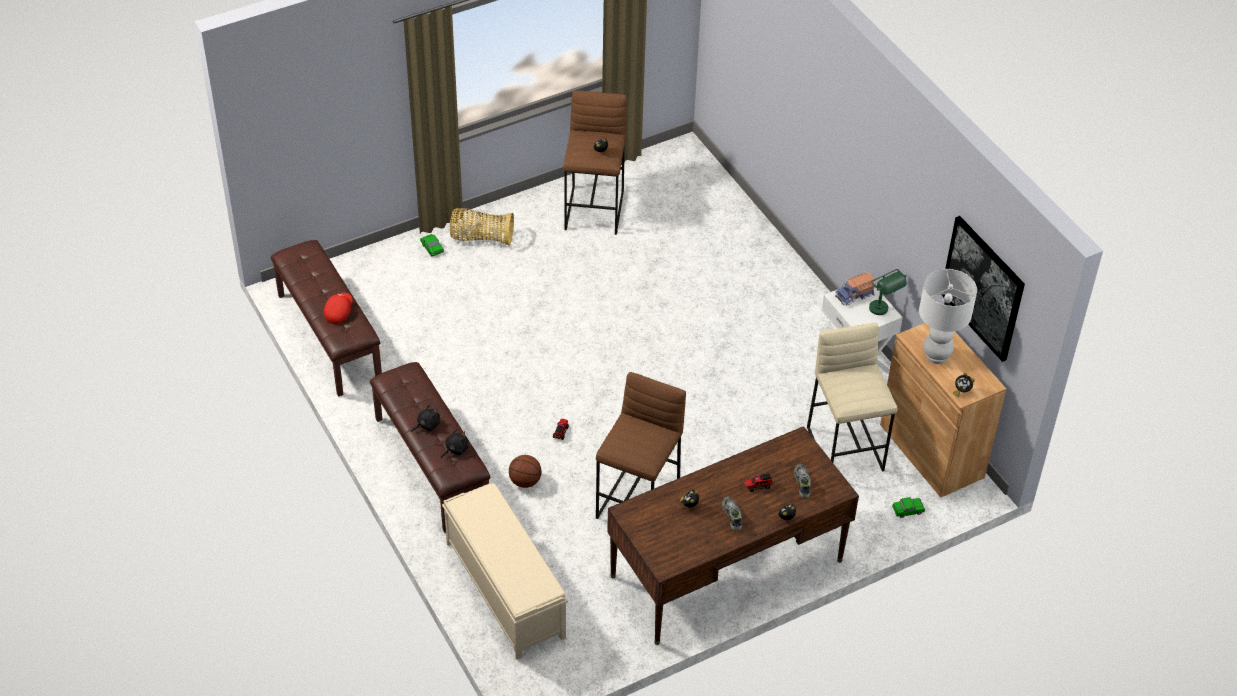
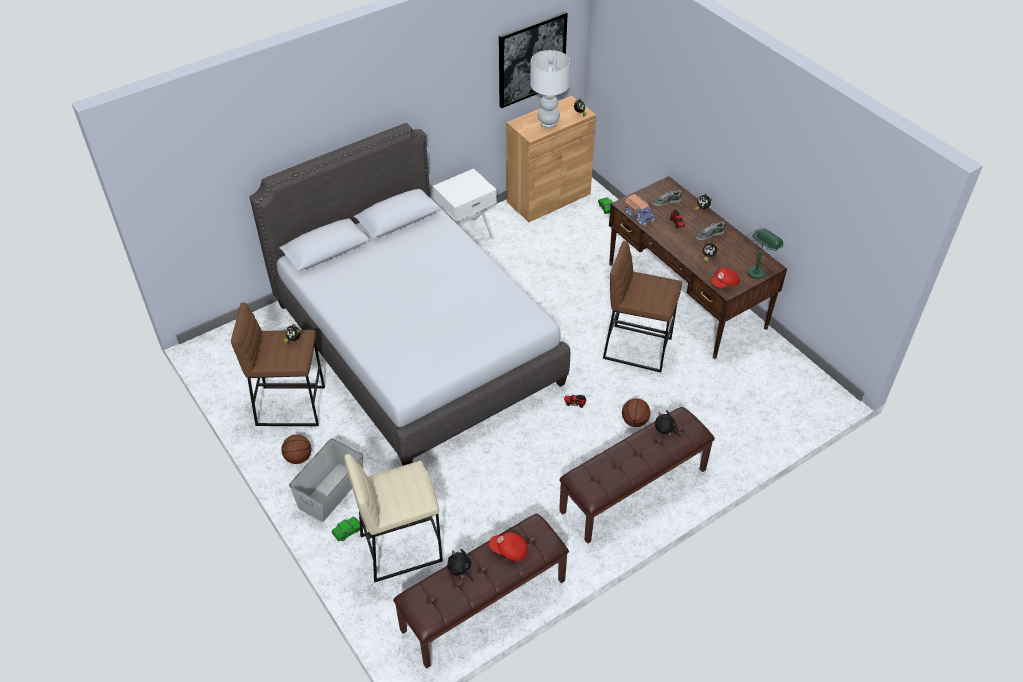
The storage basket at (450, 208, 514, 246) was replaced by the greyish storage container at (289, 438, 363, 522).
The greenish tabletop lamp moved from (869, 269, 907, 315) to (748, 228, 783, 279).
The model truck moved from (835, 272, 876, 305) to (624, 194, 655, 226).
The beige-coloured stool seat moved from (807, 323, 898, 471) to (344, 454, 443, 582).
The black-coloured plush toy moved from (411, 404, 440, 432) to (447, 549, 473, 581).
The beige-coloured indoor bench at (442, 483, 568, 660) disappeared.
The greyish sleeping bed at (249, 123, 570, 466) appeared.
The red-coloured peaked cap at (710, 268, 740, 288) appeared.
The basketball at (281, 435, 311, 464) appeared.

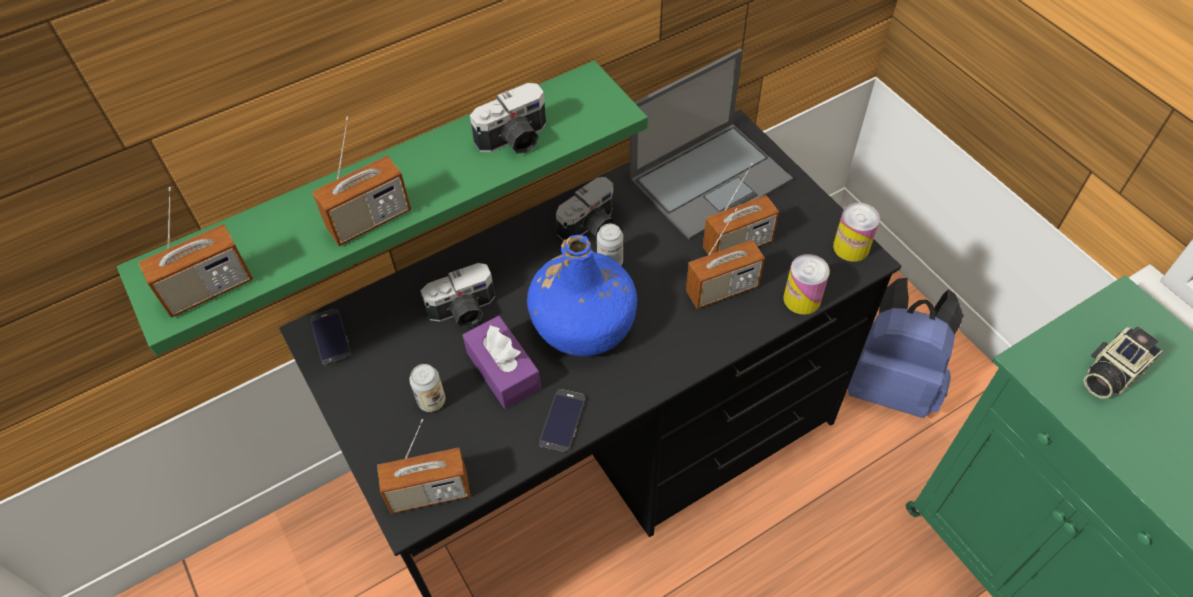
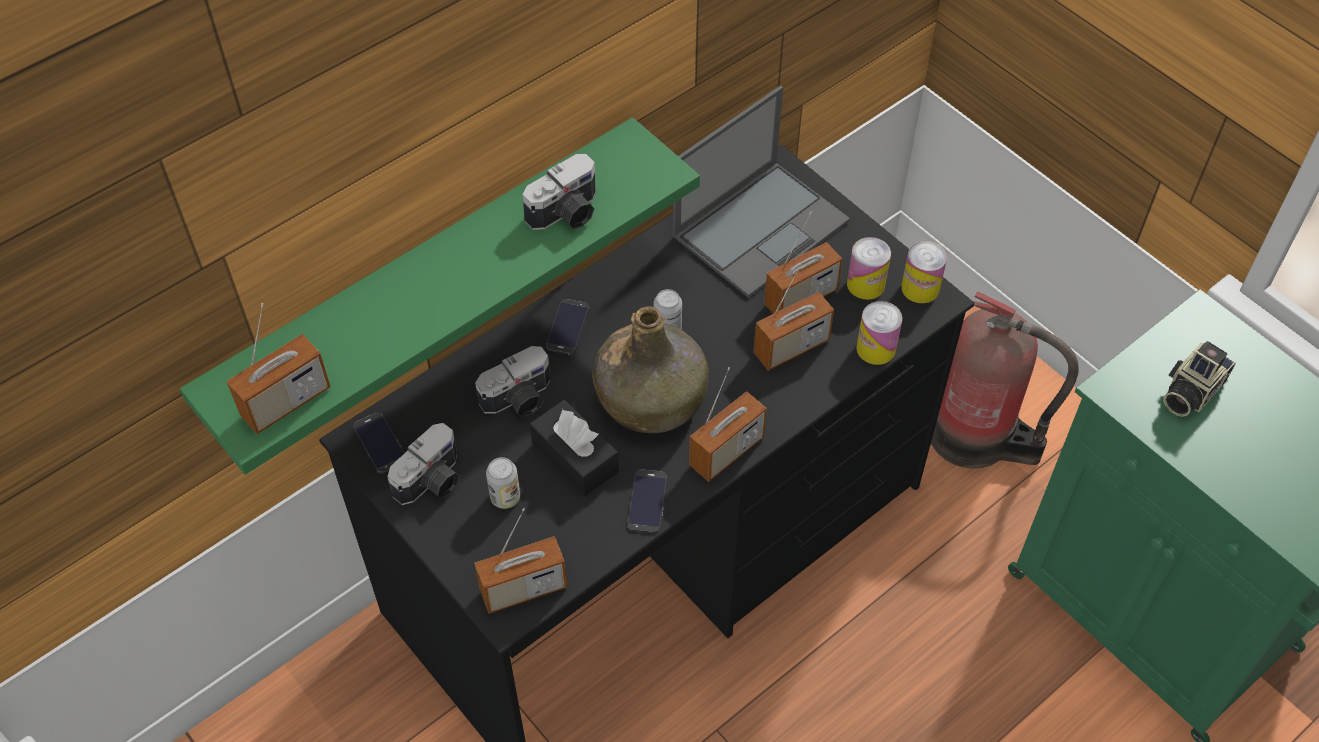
The radio receiver moved from (312, 117, 411, 246) to (689, 367, 767, 482).
The still camera moved from (556, 177, 615, 241) to (388, 423, 460, 505).
The blue bottle at (527, 235, 637, 356) became the greenish bottle at (592, 306, 709, 433).
The blue backpack at (848, 278, 964, 418) was replaced by the extinguisher at (931, 291, 1079, 469).
The purple-coloured box of tissues at (462, 316, 541, 409) became the black-coloured box of tissues at (530, 400, 619, 496).
The can at (847, 237, 891, 300) appeared.
The telephone at (546, 299, 589, 355) appeared.

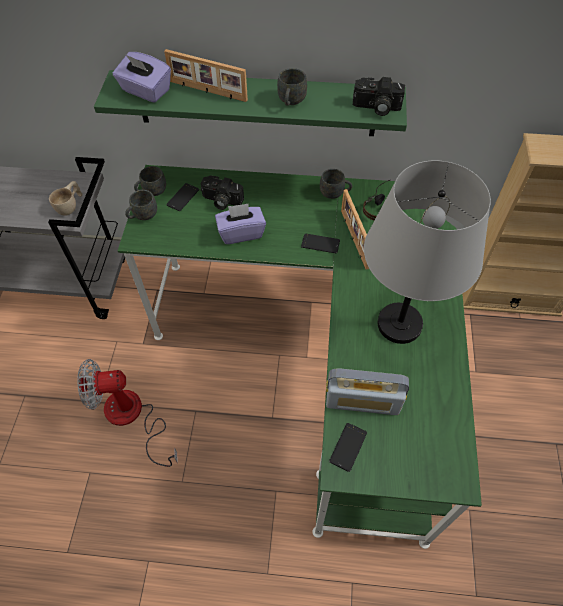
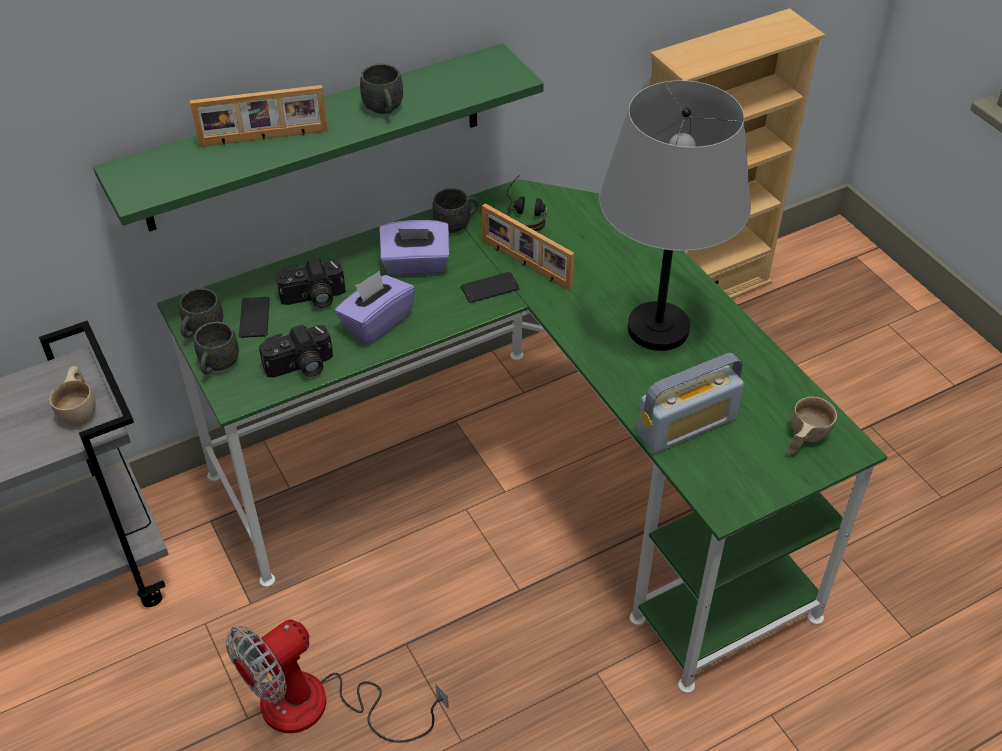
The purple-coloured box of tissues moved from (113, 52, 171, 103) to (379, 220, 450, 276).
The still camera moved from (353, 77, 405, 116) to (259, 325, 333, 377).
The telephone at (329, 423, 367, 472) disappeared.
The beige-coloured cup at (787, 397, 837, 455) appeared.

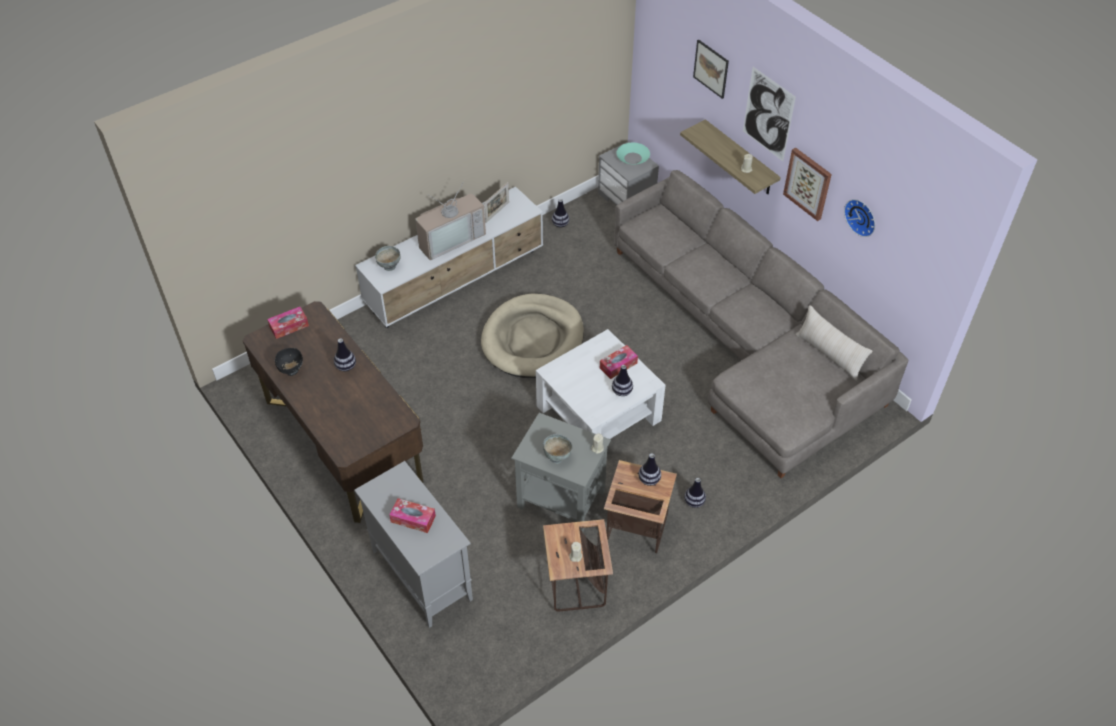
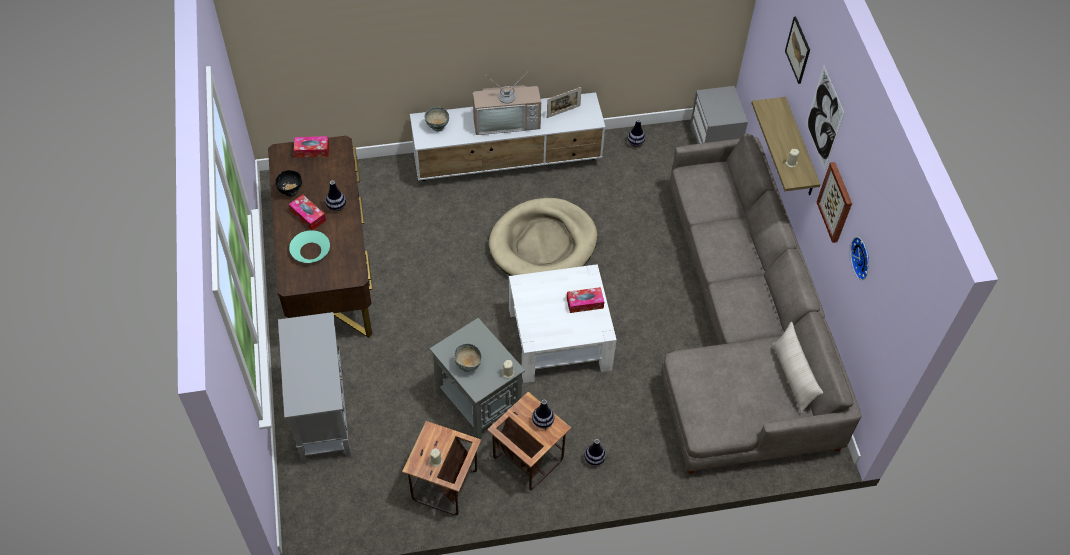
The turquoise bowl moved from (617, 143, 650, 164) to (289, 230, 330, 263).
The flower vase at (612, 365, 633, 396) disappeared.
The box of tissues moved from (389, 498, 436, 533) to (289, 195, 326, 230).

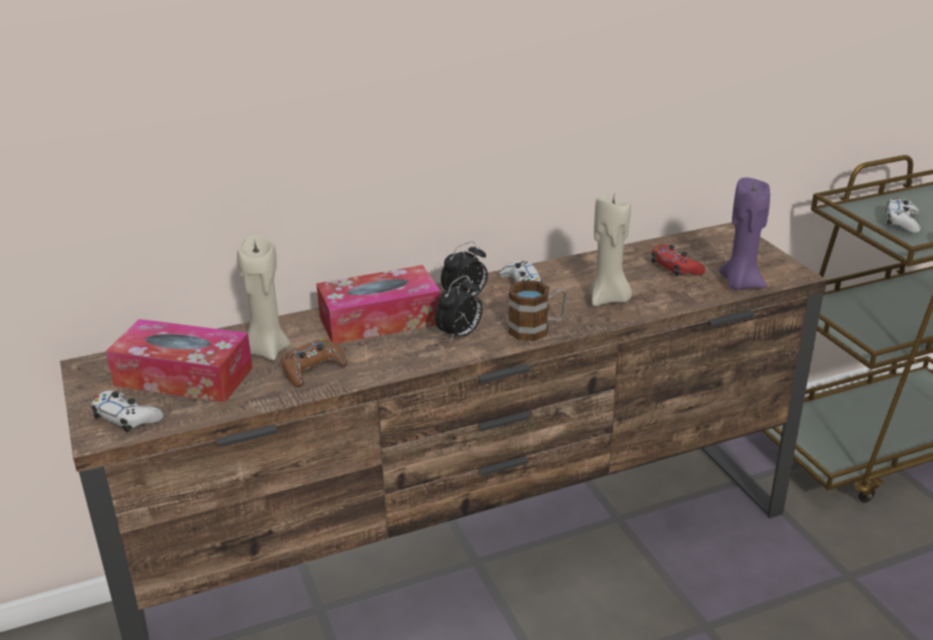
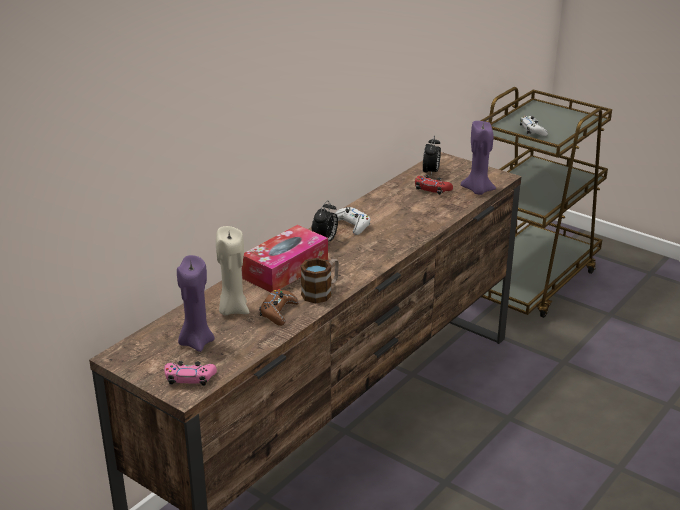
The beige-coloured wax candle at (589, 194, 632, 306) disappeared.
The table clock moved from (435, 275, 483, 342) to (423, 136, 441, 175).
The mug moved from (508, 280, 568, 341) to (300, 258, 339, 304).
The box of tissues at (106, 319, 253, 402) was replaced by the purple-coloured wax candle at (177, 255, 215, 352).
The white joypad at (91, 391, 164, 432) became the pink joypad at (164, 361, 217, 386).

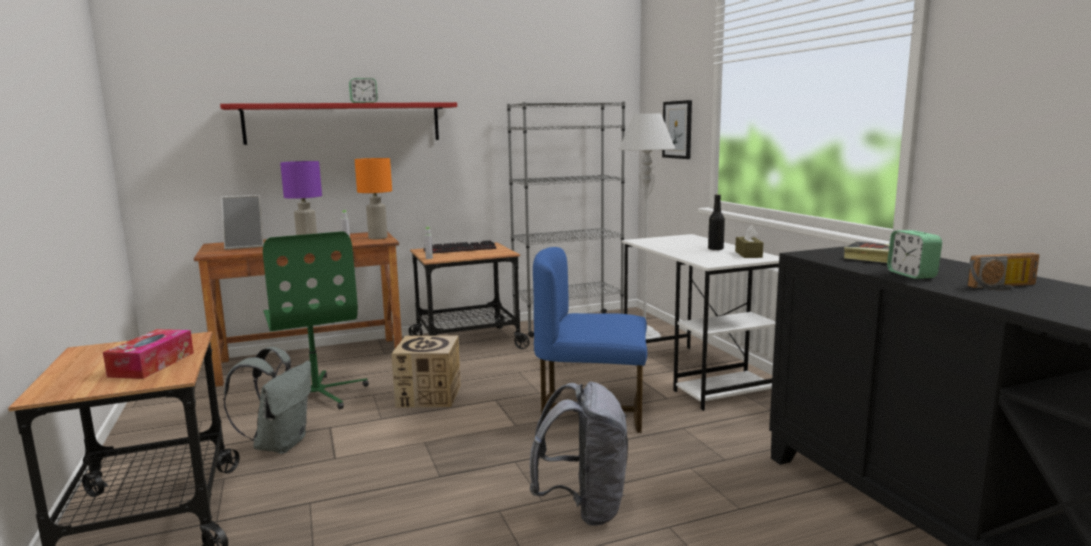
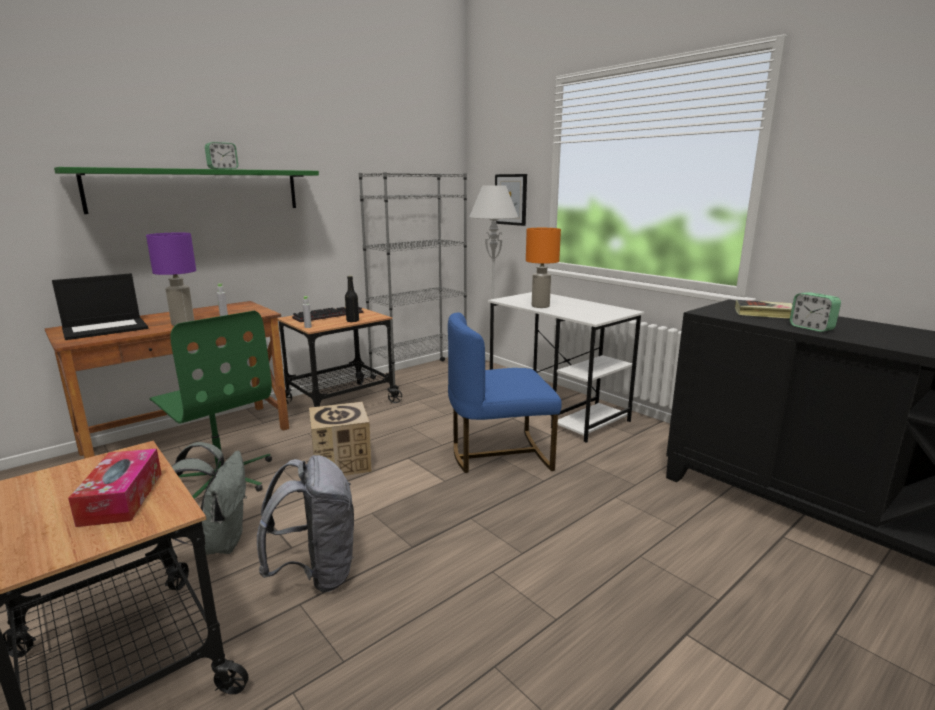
The red-coloured bracket shelf at (220, 102, 457, 145) became the greenish bracket shelf at (54, 167, 319, 214).
The orangey tabletop lamp moved from (355, 158, 392, 239) to (526, 228, 561, 308).
The black-coloured bottle moved from (708, 194, 725, 250) to (345, 276, 359, 322).
The picture frame at (221, 195, 264, 250) was replaced by the laptop at (52, 273, 148, 340).
The brown-coloured box of tissues at (735, 225, 763, 258) disappeared.
The radio receiver at (967, 253, 1040, 290) disappeared.
The greyish backpack moved from (529, 382, 628, 526) to (257, 455, 355, 592).

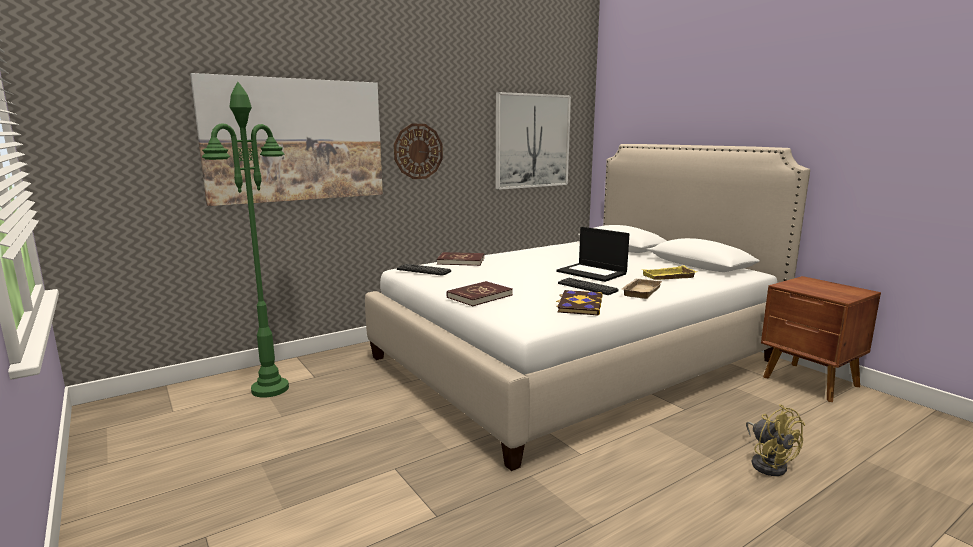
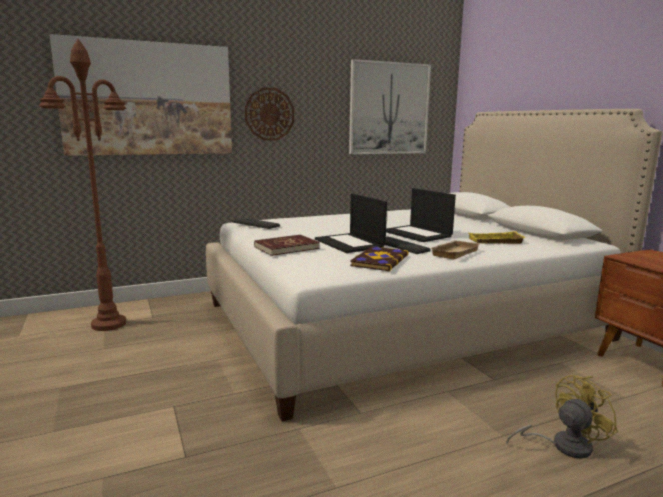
The greenish standard lamp at (202, 82, 289, 398) became the brown-coloured standard lamp at (39, 39, 126, 331).
The red-coloured volume at (437, 252, 484, 266) disappeared.
The yellow electric fan at (746, 404, 805, 476) turned 105 degrees counterclockwise.
The laptop at (315, 193, 387, 253) appeared.

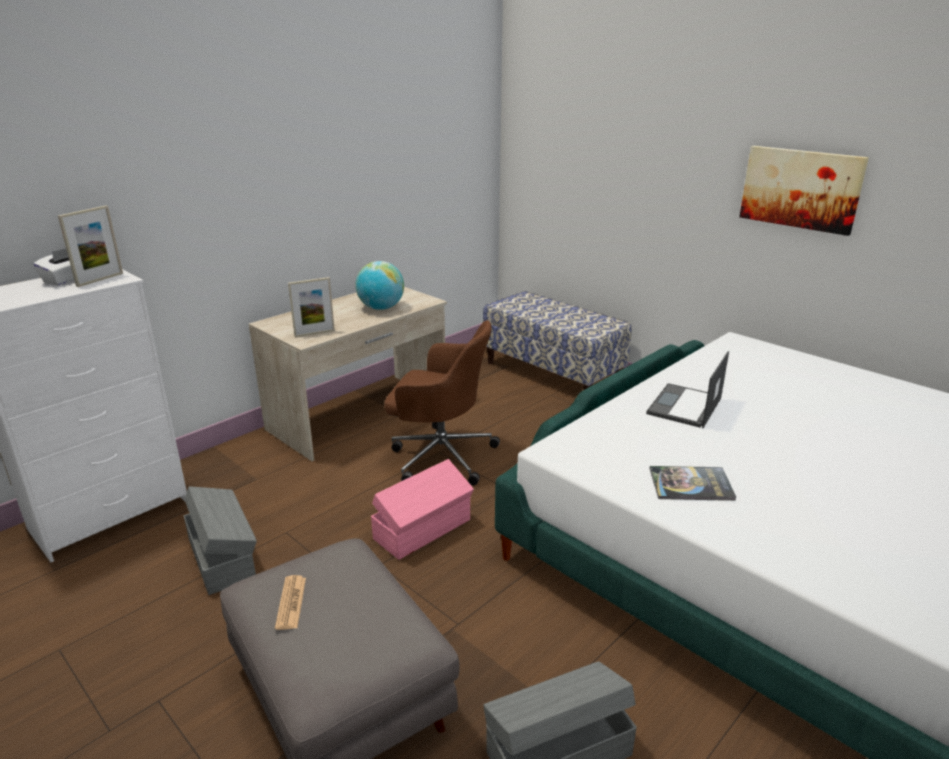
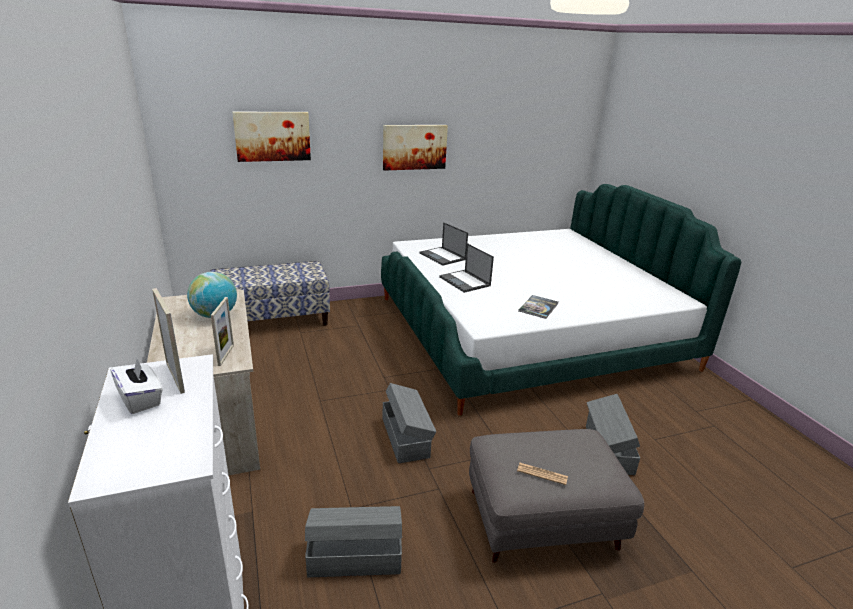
The brown-coloured desk chair at (385, 320, 500, 485) disappeared.
The pink storage container at (371, 459, 474, 560) became the greyish storage container at (383, 383, 436, 463).
The wall art at (232, 112, 311, 162) appeared.
The laptop at (420, 222, 468, 265) appeared.

